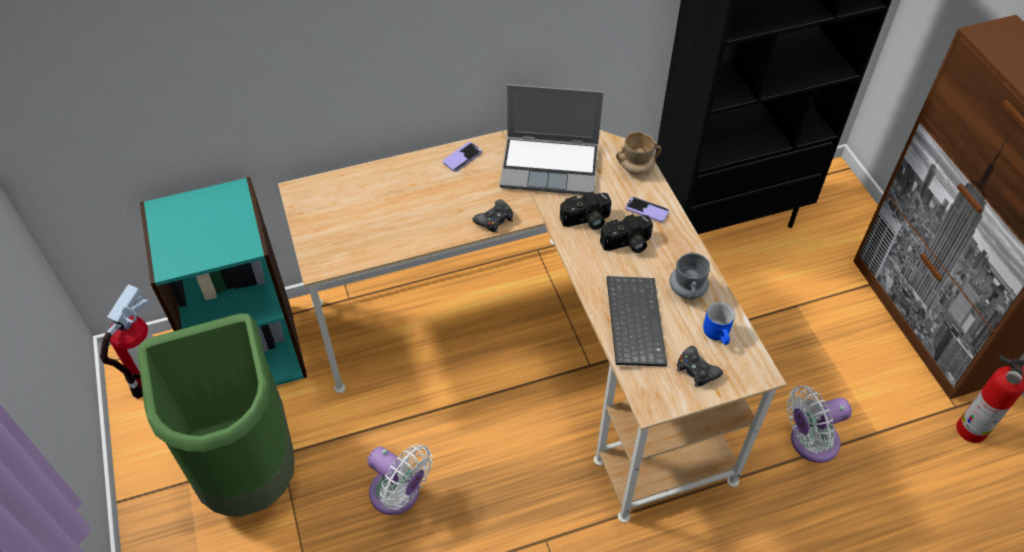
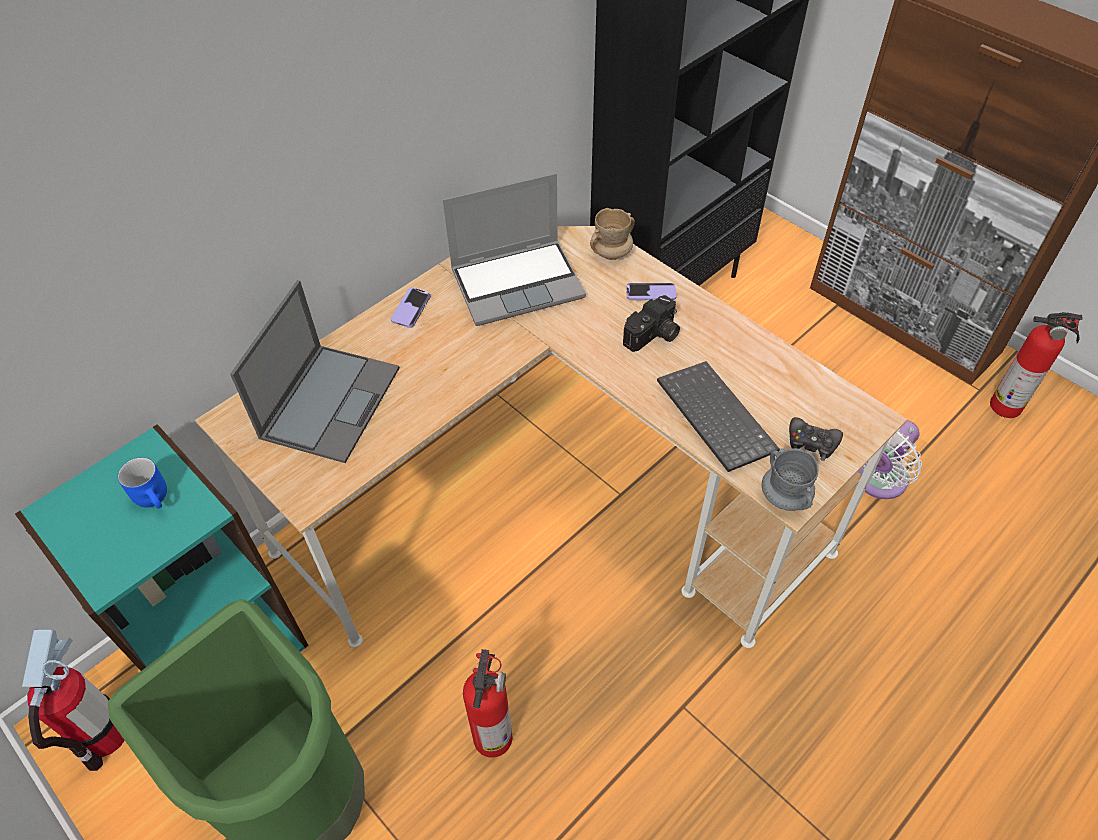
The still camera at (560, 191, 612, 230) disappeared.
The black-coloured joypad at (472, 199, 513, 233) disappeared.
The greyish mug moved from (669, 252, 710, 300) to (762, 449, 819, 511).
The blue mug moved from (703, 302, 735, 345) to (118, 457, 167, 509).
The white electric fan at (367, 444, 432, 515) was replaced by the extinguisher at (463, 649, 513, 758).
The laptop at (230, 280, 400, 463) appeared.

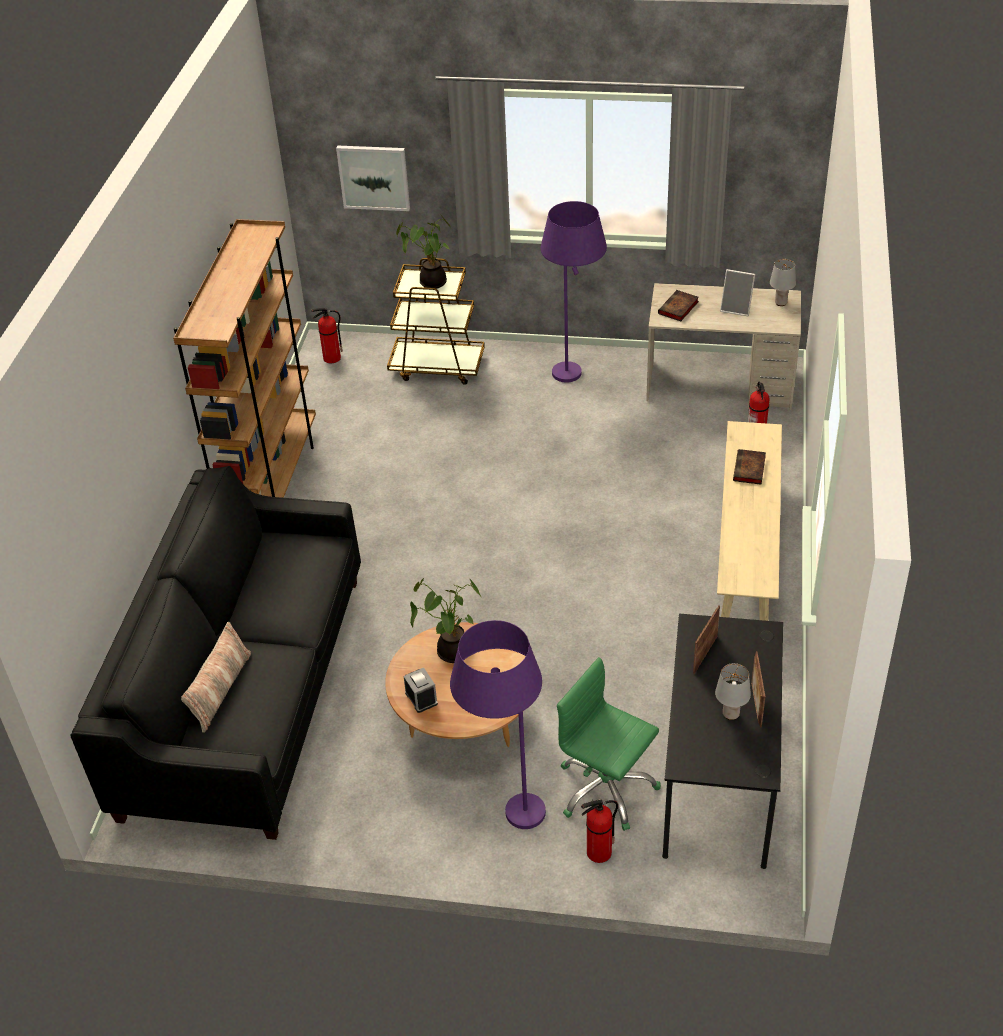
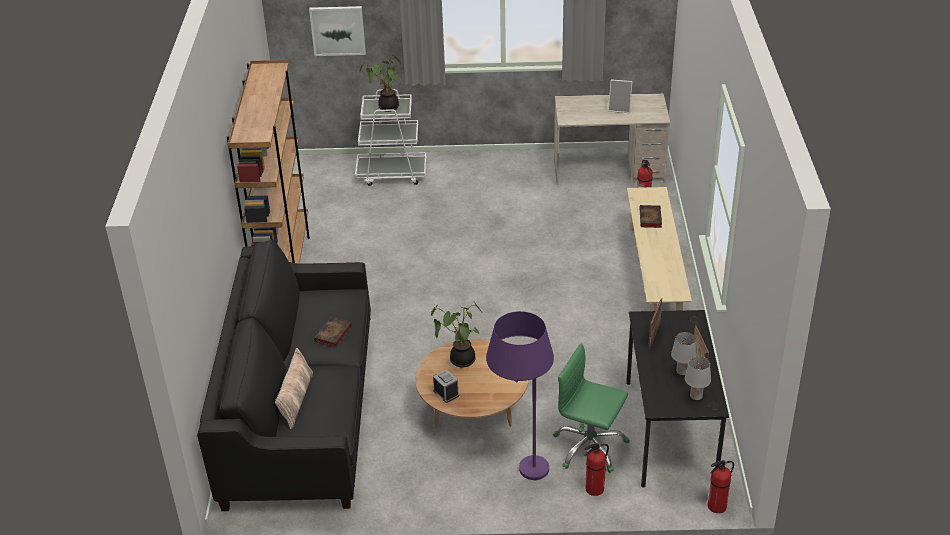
The purple-coloured standard lamp at (541, 201, 607, 383) disappeared.
The brown-coloured trolley at (387, 258, 485, 385) became the white trolley at (355, 89, 426, 186).
The greyish tabletop lamp moved from (770, 259, 796, 306) to (685, 356, 711, 401).
The volume moved from (658, 290, 699, 321) to (314, 316, 353, 348).
The extinguisher moved from (311, 308, 343, 363) to (708, 460, 734, 513).

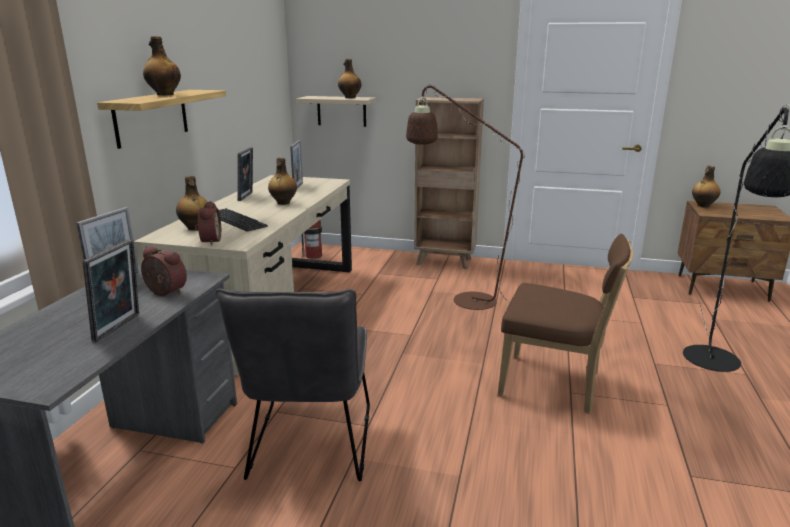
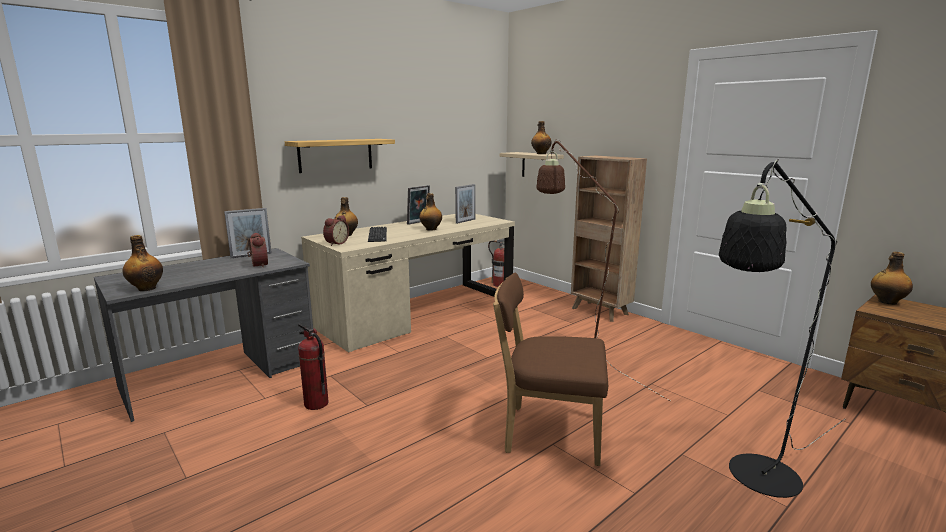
The bottle moved from (143, 36, 181, 95) to (123, 235, 163, 291).
The brown-coloured plain chair at (498, 234, 633, 414) turned 135 degrees clockwise.
The picture frame at (82, 239, 139, 342) disappeared.
The greyish plain chair at (216, 289, 370, 481) was replaced by the extinguisher at (298, 323, 329, 410).

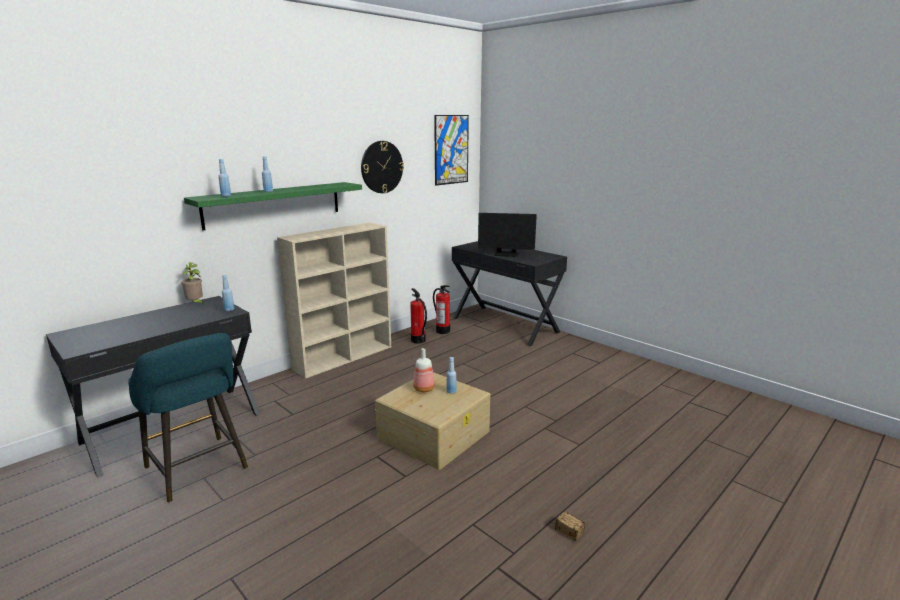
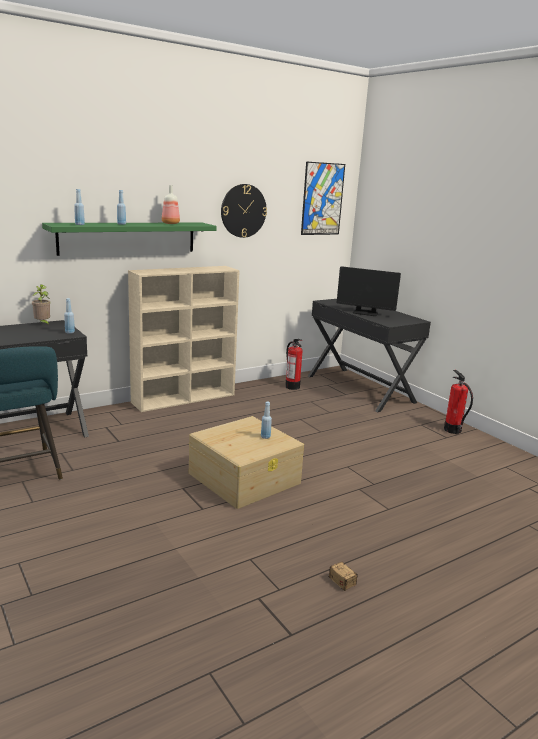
The extinguisher moved from (410, 288, 427, 344) to (444, 370, 473, 434).
The bottle moved from (413, 348, 435, 392) to (162, 185, 180, 224).

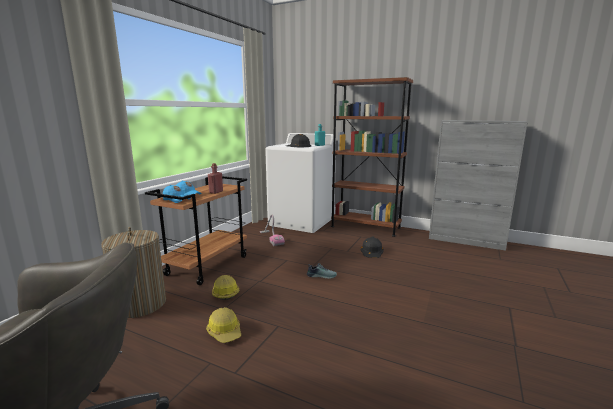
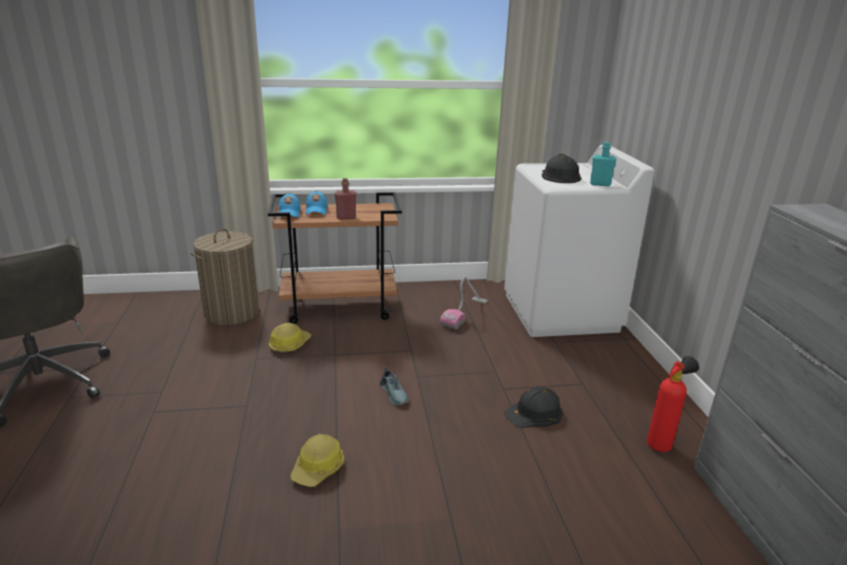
The brown-coloured bookshelf at (331, 77, 413, 237) disappeared.
The safety helmet moved from (206, 307, 241, 343) to (290, 434, 344, 487).
The extinguisher at (647, 356, 699, 452) appeared.

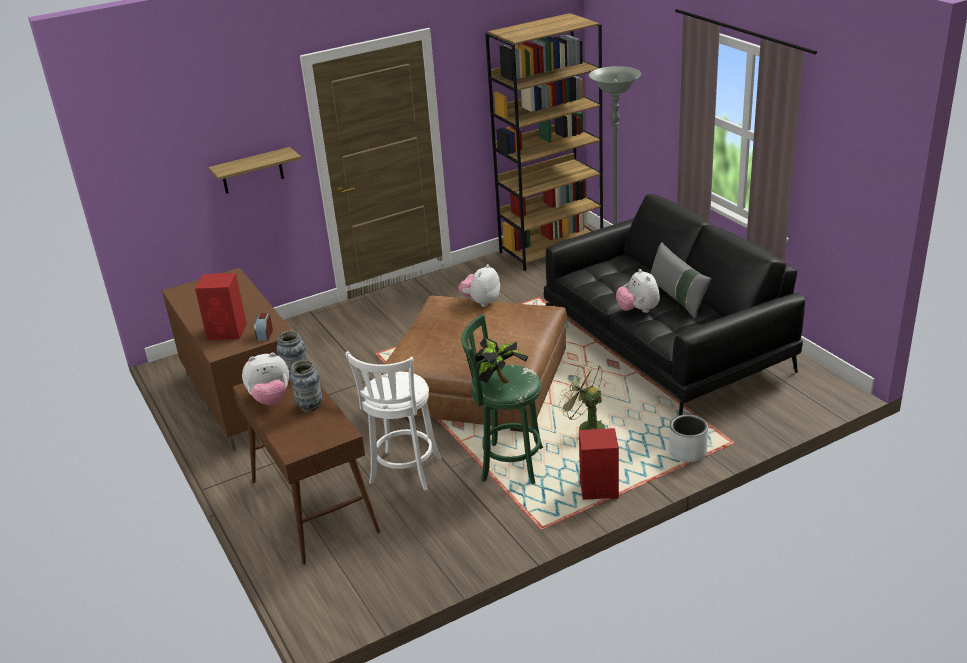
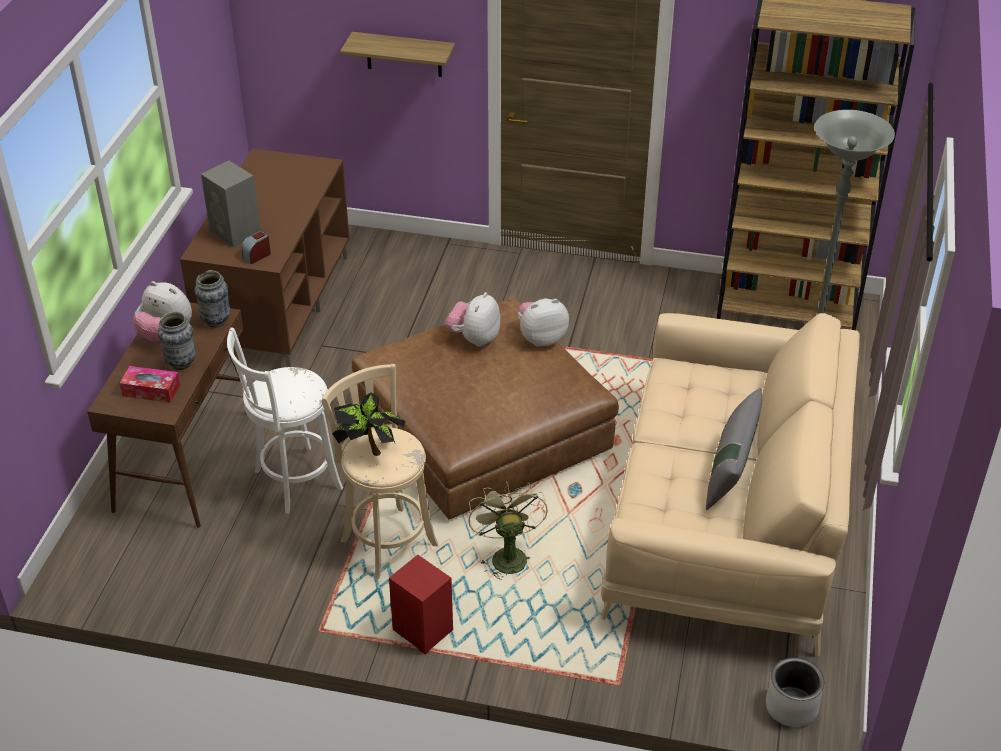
The black-coloured settee at (544, 194, 805, 415) became the beige-coloured settee at (601, 313, 860, 657).
The plush toy moved from (616, 269, 660, 313) to (445, 292, 500, 347).
The red-coloured speaker at (195, 273, 247, 340) became the greyish speaker at (201, 161, 261, 248).
The greenish stool seat at (461, 314, 543, 484) became the beige-coloured stool seat at (322, 364, 438, 579).
The greyish flower pot moved from (669, 414, 708, 462) to (766, 658, 824, 727).
The box of tissues at (120, 366, 180, 403) appeared.

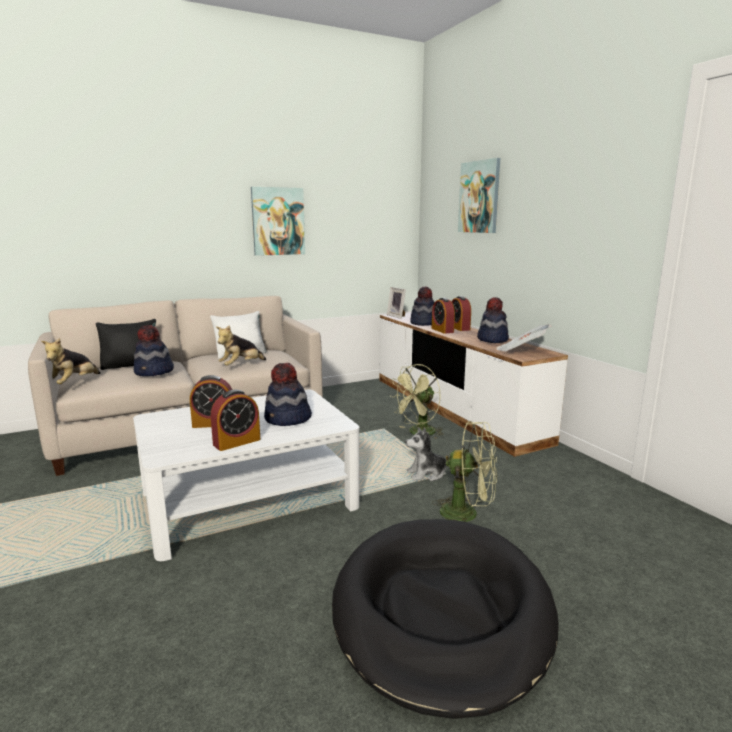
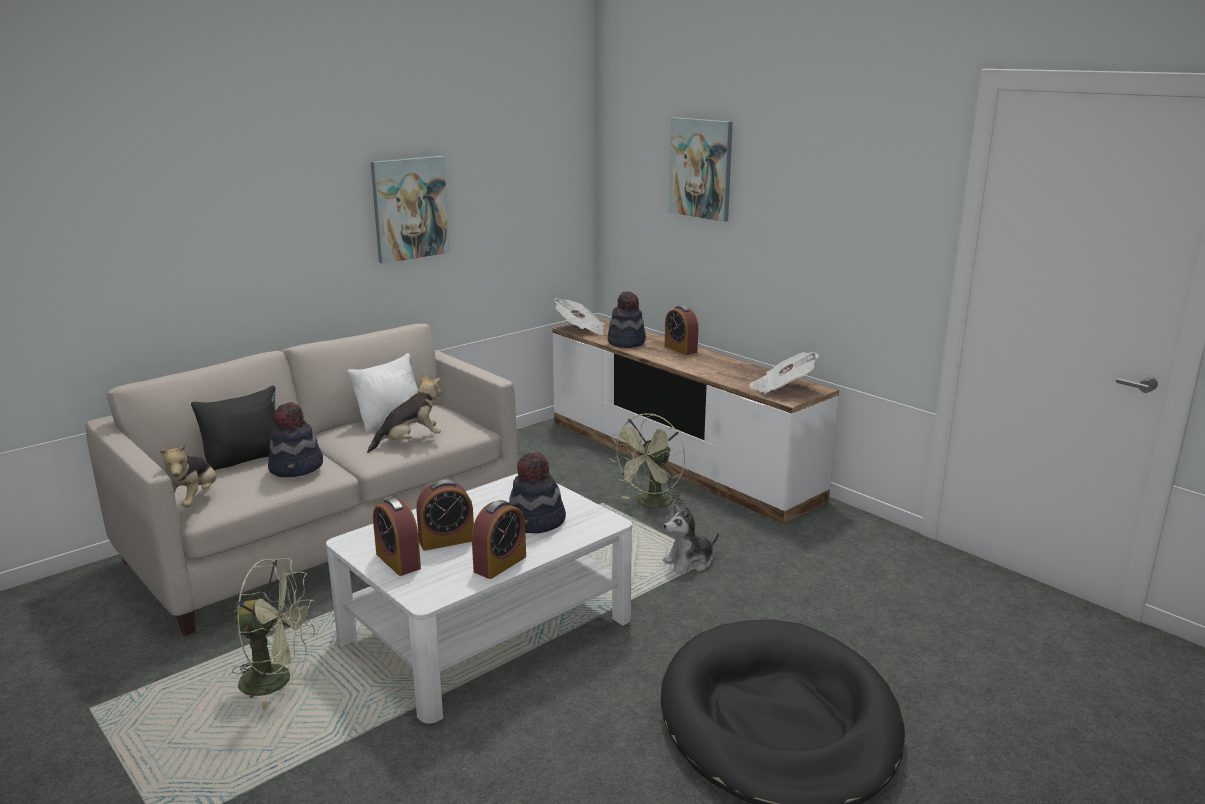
The picture frame at (387, 287, 406, 319) was replaced by the newspaper at (554, 298, 604, 335).
The clothing hat at (477, 297, 509, 343) disappeared.
The table clock moved from (432, 298, 455, 334) to (373, 498, 421, 576).
The plush toy at (216, 325, 266, 366) turned 150 degrees counterclockwise.
The greenish electric fan moved from (432, 421, 497, 522) to (232, 558, 315, 710).

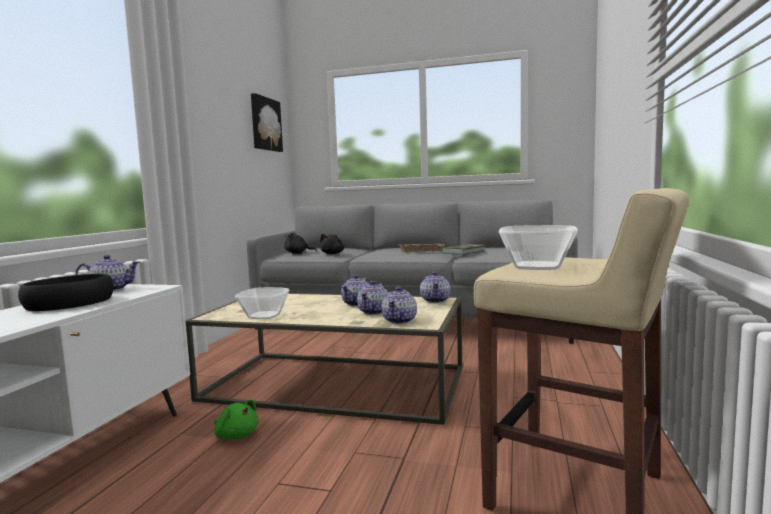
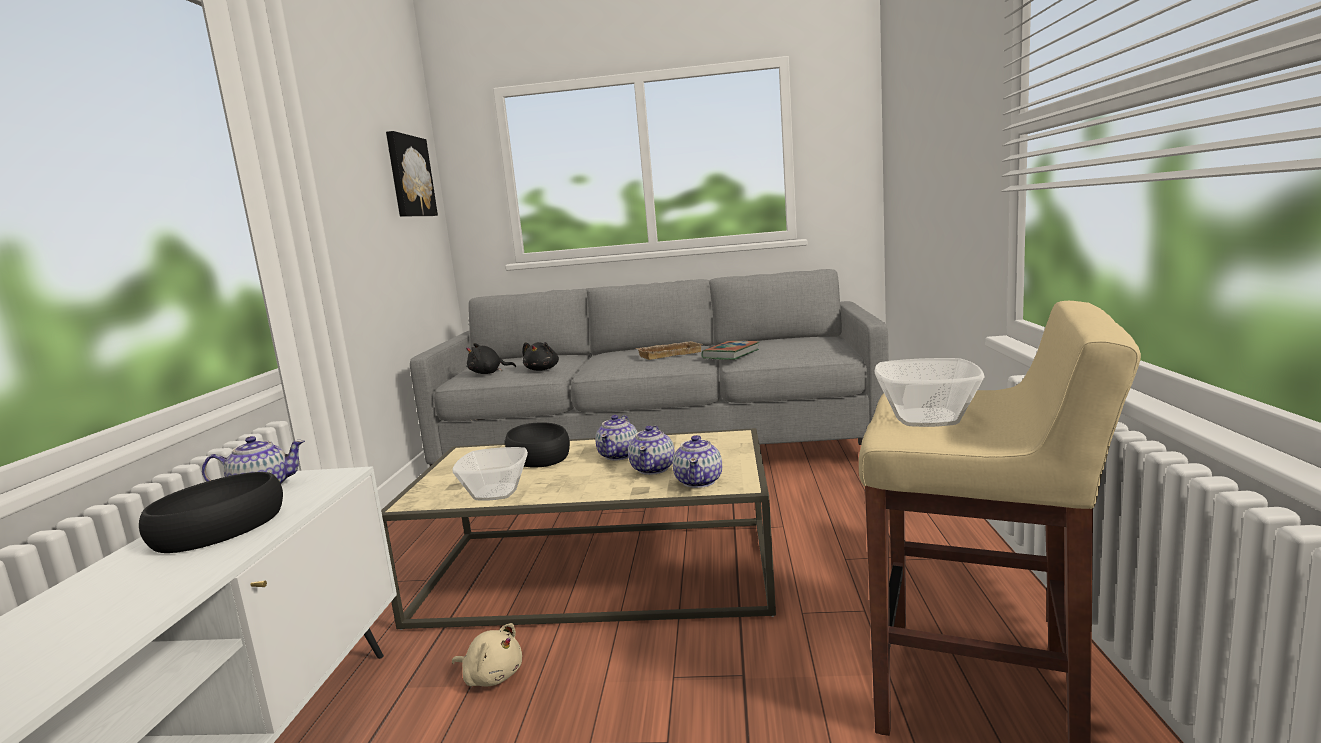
The tea pot at (420, 272, 451, 303) disappeared.
The greenish plush toy at (214, 399, 259, 440) became the beige-coloured plush toy at (452, 623, 522, 686).
The black-coloured bowl at (505, 422, 570, 468) appeared.

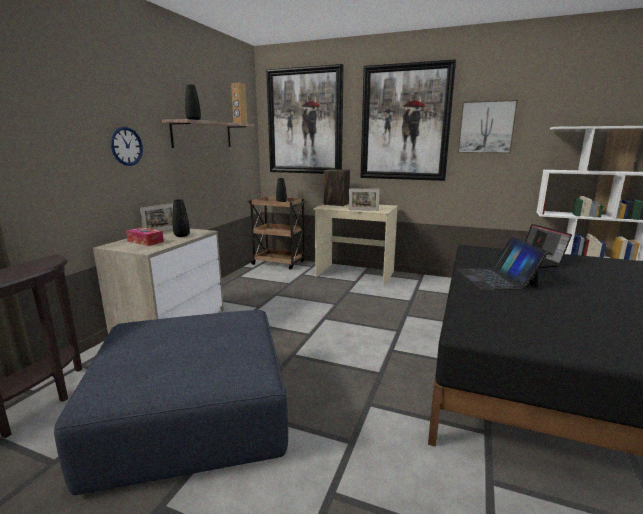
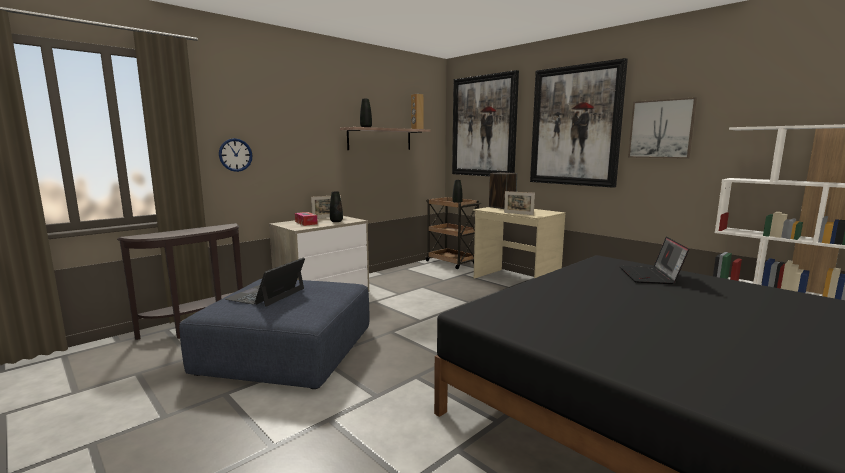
The hanging clock moved from (111, 127, 143, 166) to (219, 138, 252, 172).
The laptop moved from (456, 236, 548, 290) to (225, 258, 305, 307).

